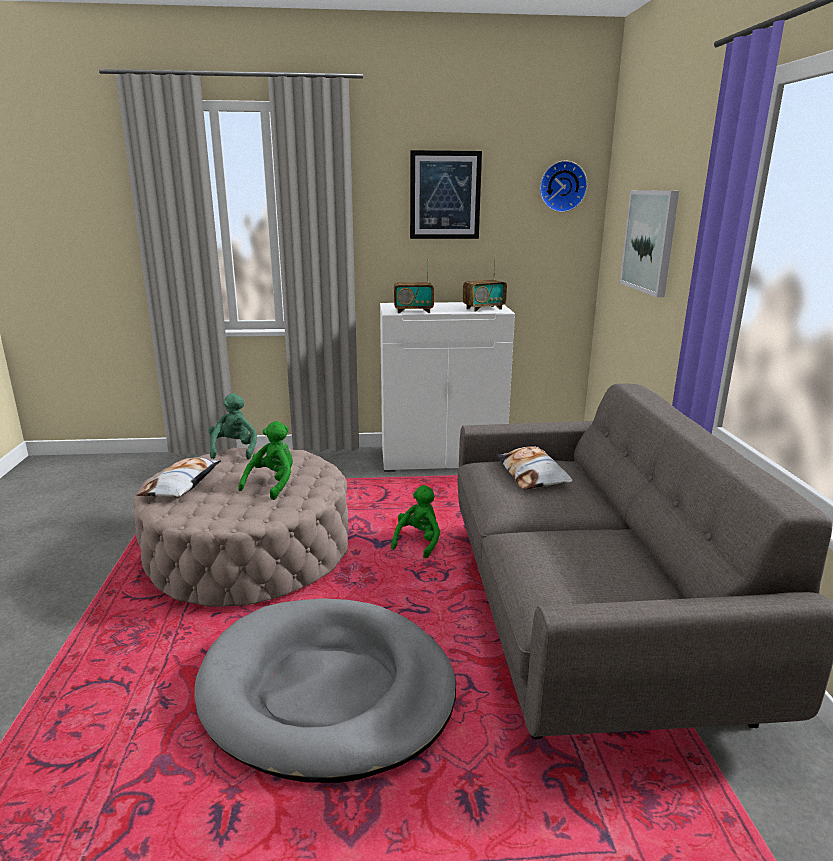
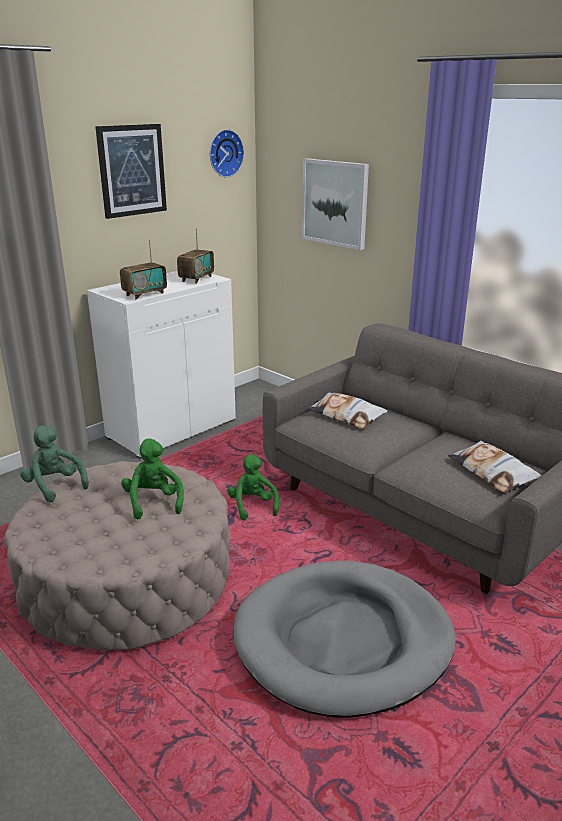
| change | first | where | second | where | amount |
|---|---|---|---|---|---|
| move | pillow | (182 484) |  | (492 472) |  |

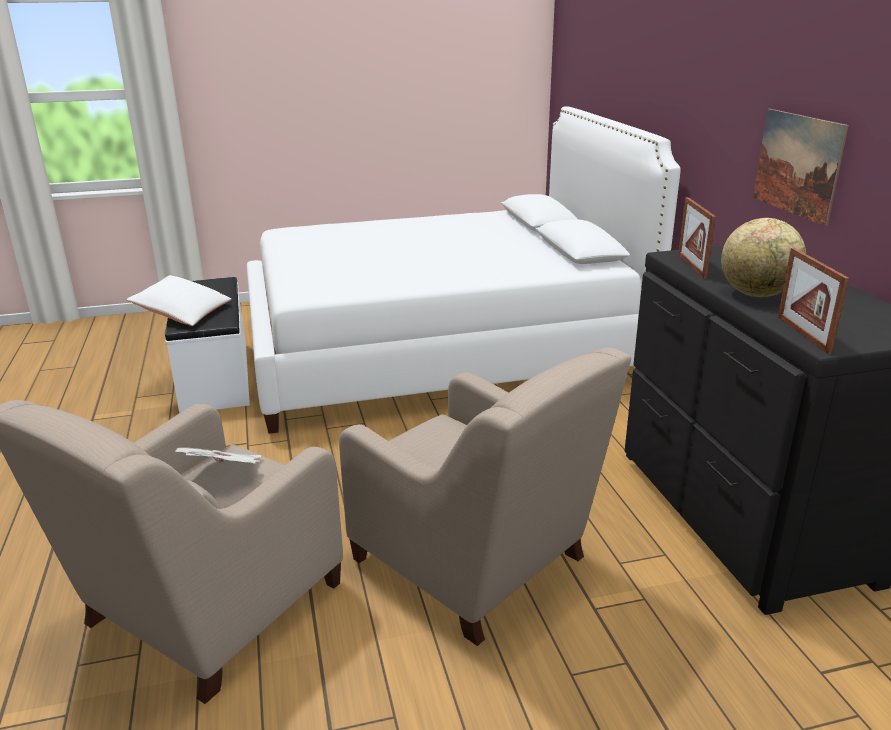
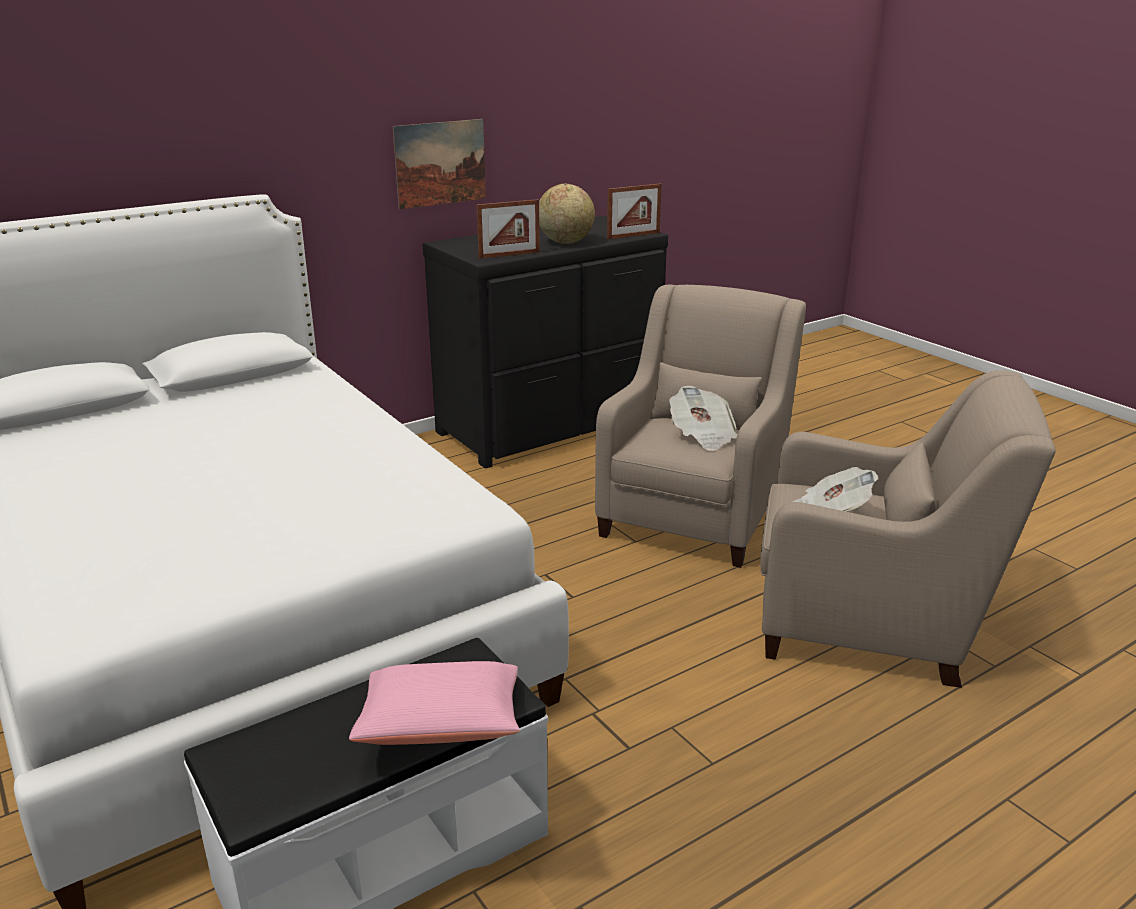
| change | first | where | second | where | amount |
|---|---|---|---|---|---|
| recolor | white pillow | (183 313) | pink pillow | (441 726) |  |
| insert |  |  | newspaper | (702 436) |  |

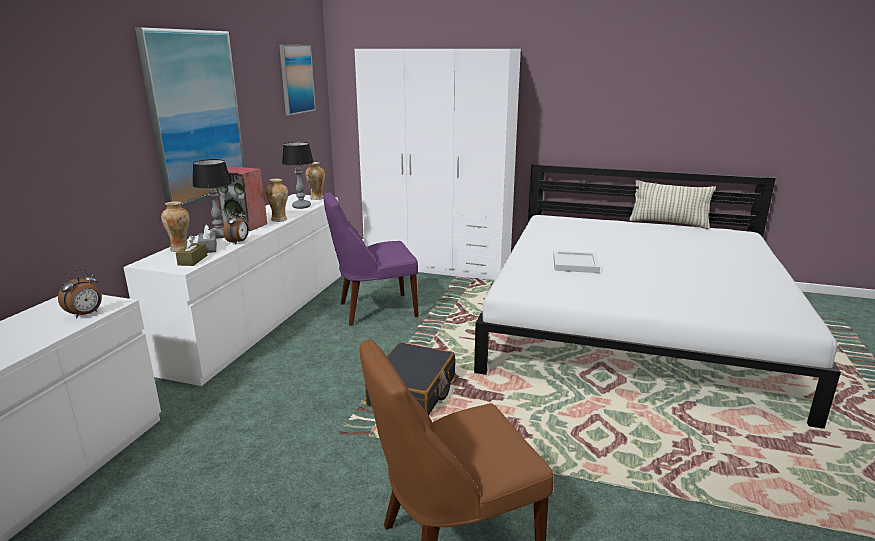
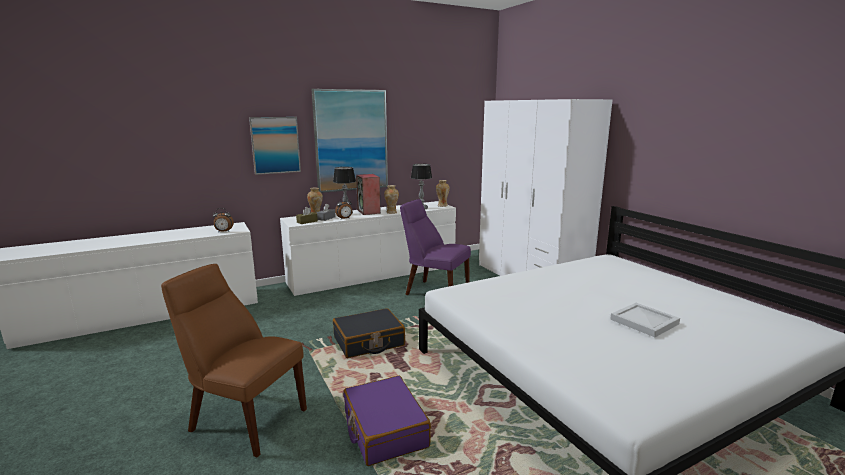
| change | first | where | second | where | amount |
|---|---|---|---|---|---|
| move | picture | (296 79) |  | (275 145) |  |
| insert |  |  | purple suitcase | (384 430) |  |
| move | white tray | (574 264) |  | (643 321) |  |
| delete | pillow | (668 223) |  |  |  |

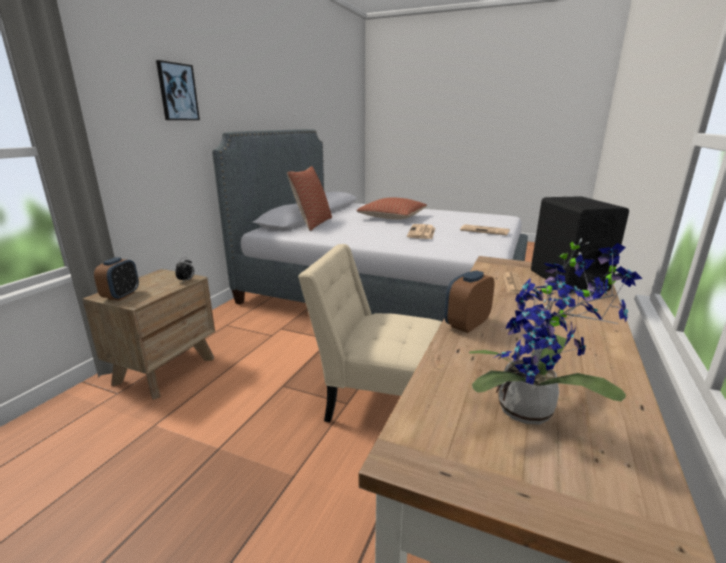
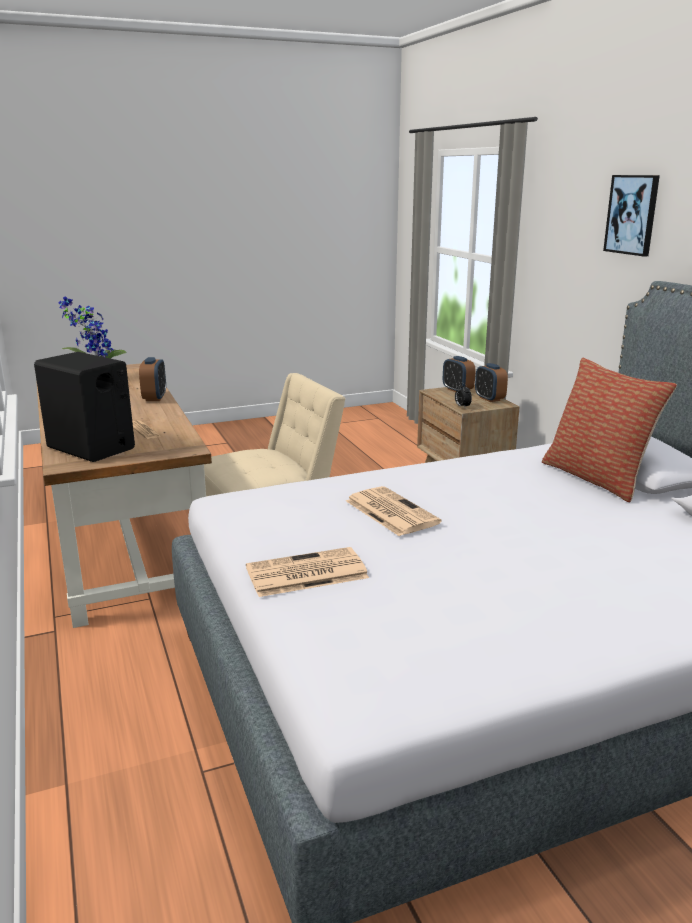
| change | first | where | second | where | amount |
|---|---|---|---|---|---|
| insert |  |  | alarm clock | (489 399) |  |
| delete | pillow | (392 217) |  |  |  |

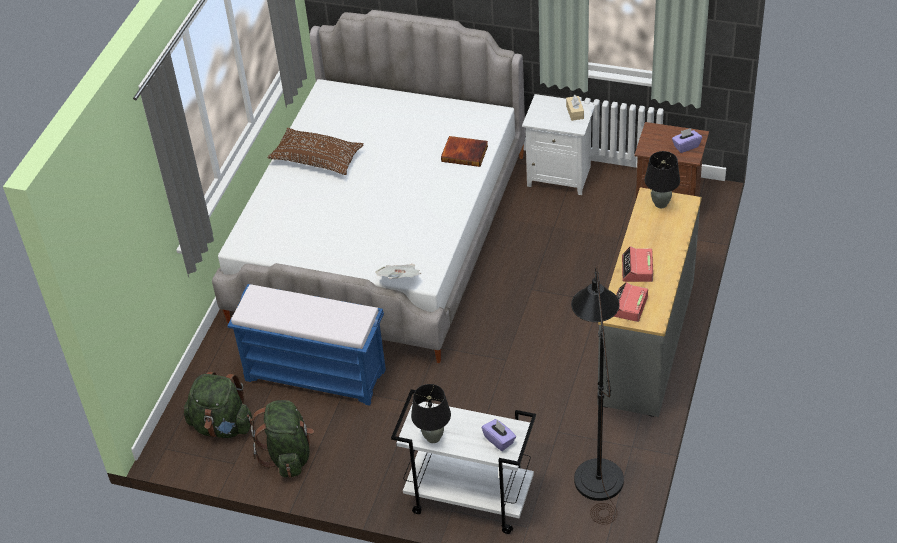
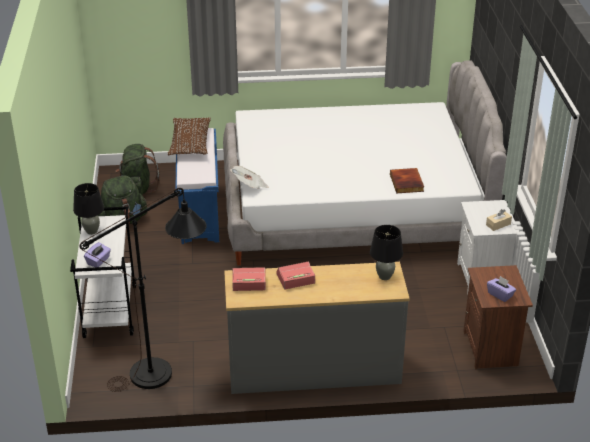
| change | first | where | second | where | amount |
|---|---|---|---|---|---|
| move | brown pillow | (317 159) |  | (190 143) |  |

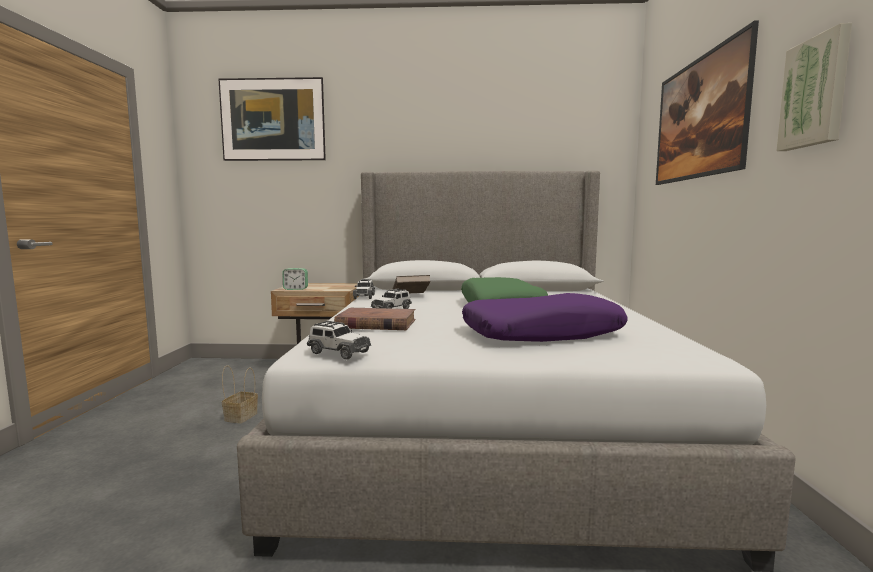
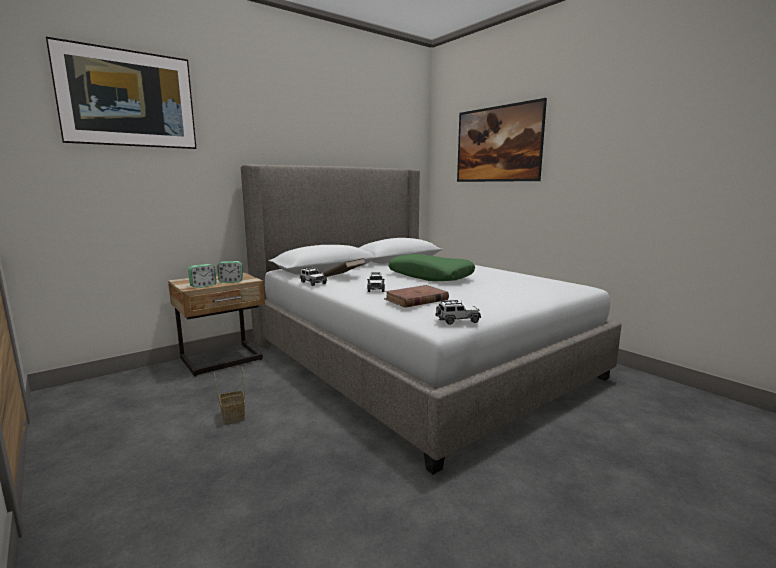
| change | first | where | second | where | amount |
|---|---|---|---|---|---|
| insert |  |  | alarm clock | (231 281) |  |
| delete | purple pillow | (542 333) |  |  |  |
| delete | picture | (816 92) |  |  |  |

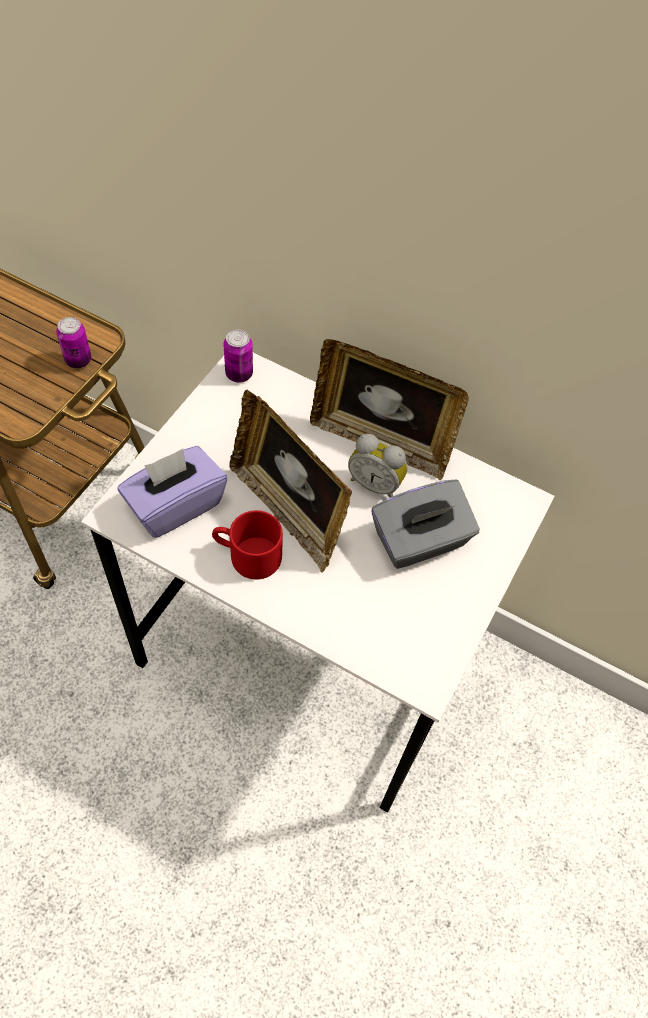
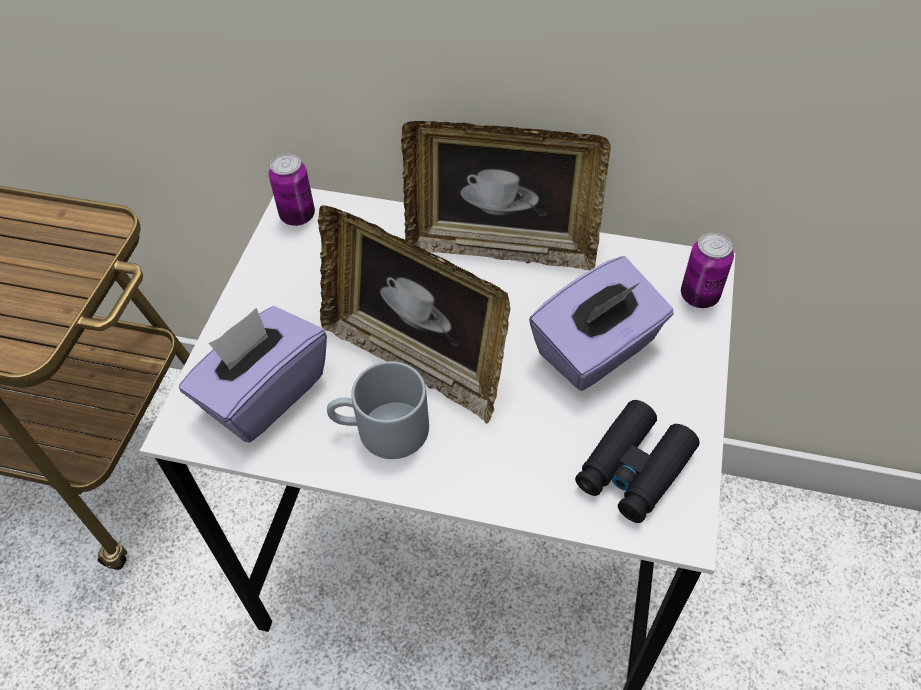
| change | first | where | second | where | amount |
|---|---|---|---|---|---|
| recolor | red mug | (247 556) | grey mug | (381 431) |  |
| recolor | grey tissue box | (420 541) | purple tissue box | (597 350) |  |
| insert |  |  | black binoculars | (633 469) |  |
| move | can | (78 360) |  | (699 296) |  |
| delete | alarm clock | (375 483) |  |  |  |

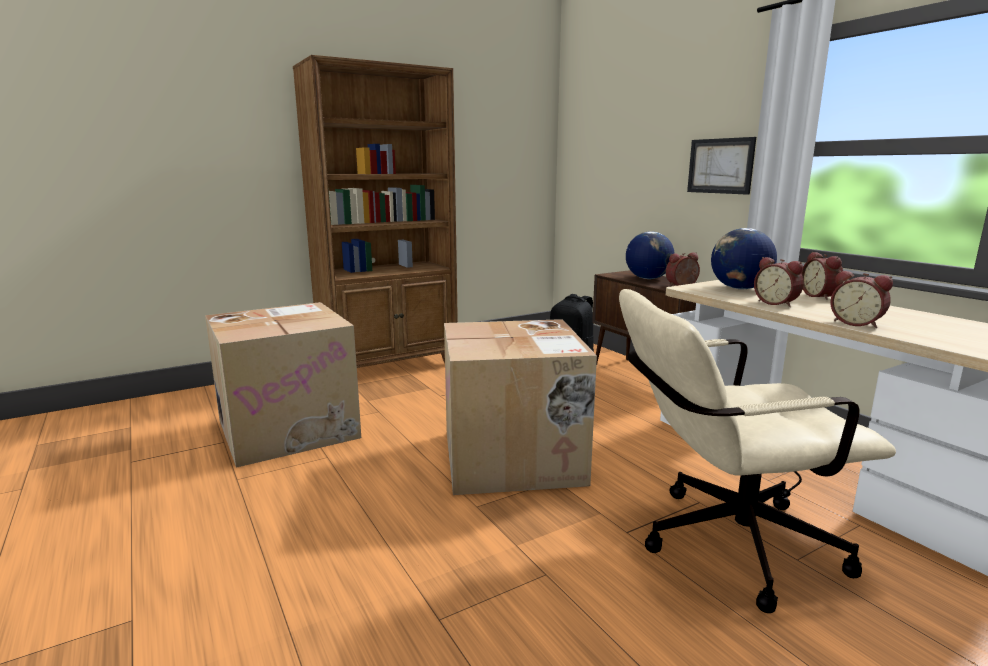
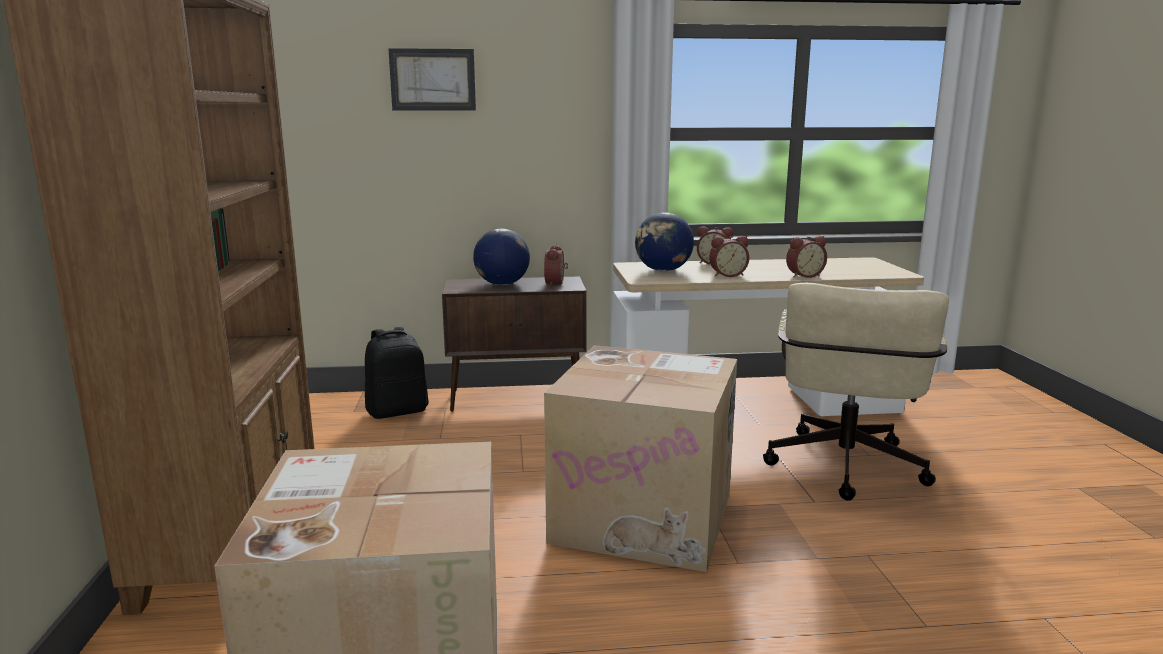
| change | first | where | second | where | amount |
|---|---|---|---|---|---|
| move | picture | (720 166) |  | (433 80) |  |

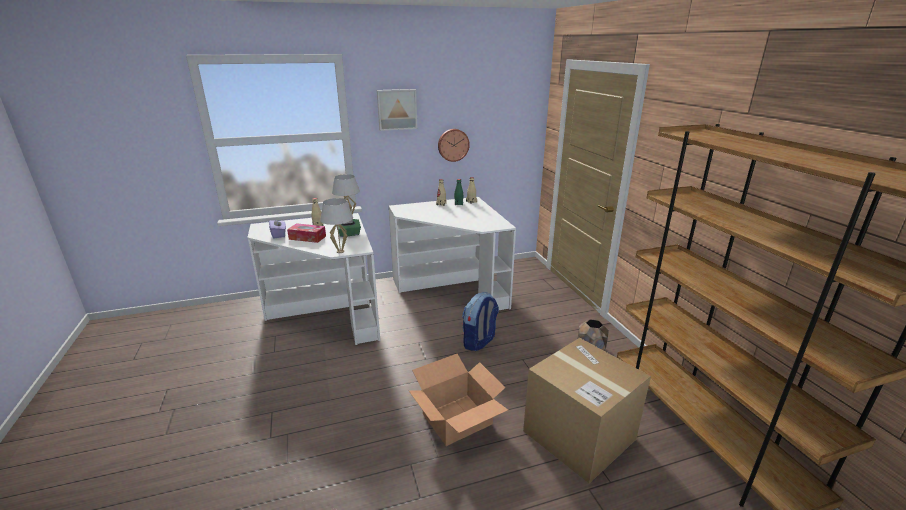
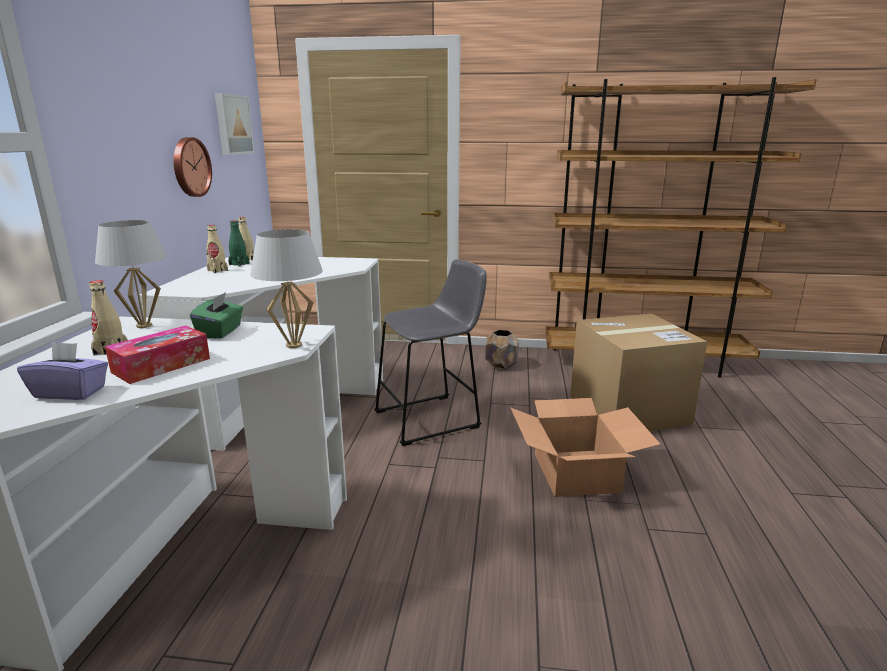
| change | first | where | second | where | amount |
|---|---|---|---|---|---|
| move | picture | (397 109) |  | (232 124) |  |
| replace | backpack | (479 342) | grey stool | (432 418) |  |

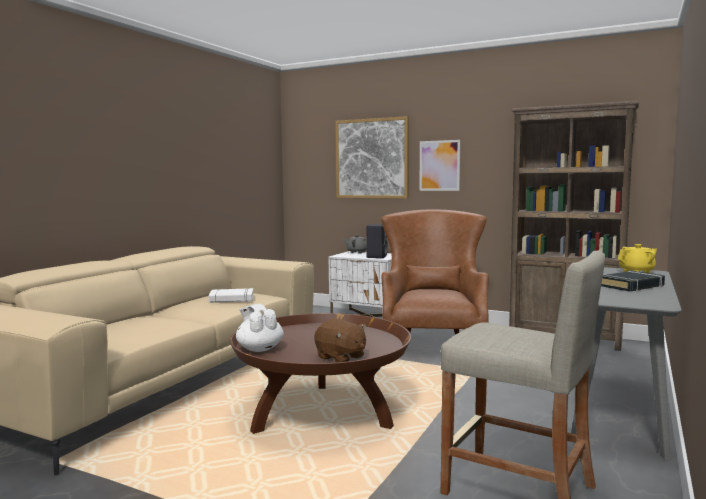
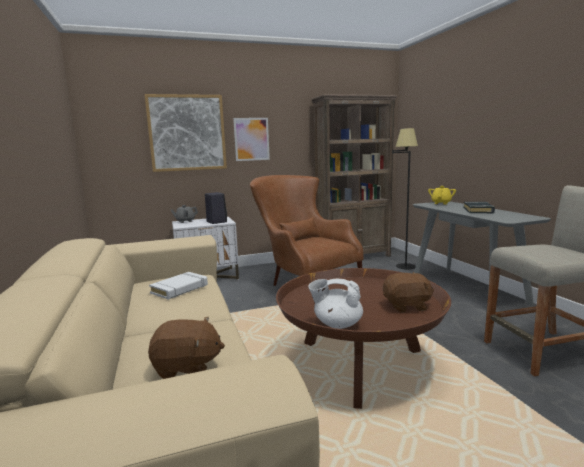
| change | first | where | second | where | amount |
|---|---|---|---|---|---|
| insert |  |  | brown plush toy | (187 367) |  |
| insert |  |  | black floor lamp | (403 263) |  |

